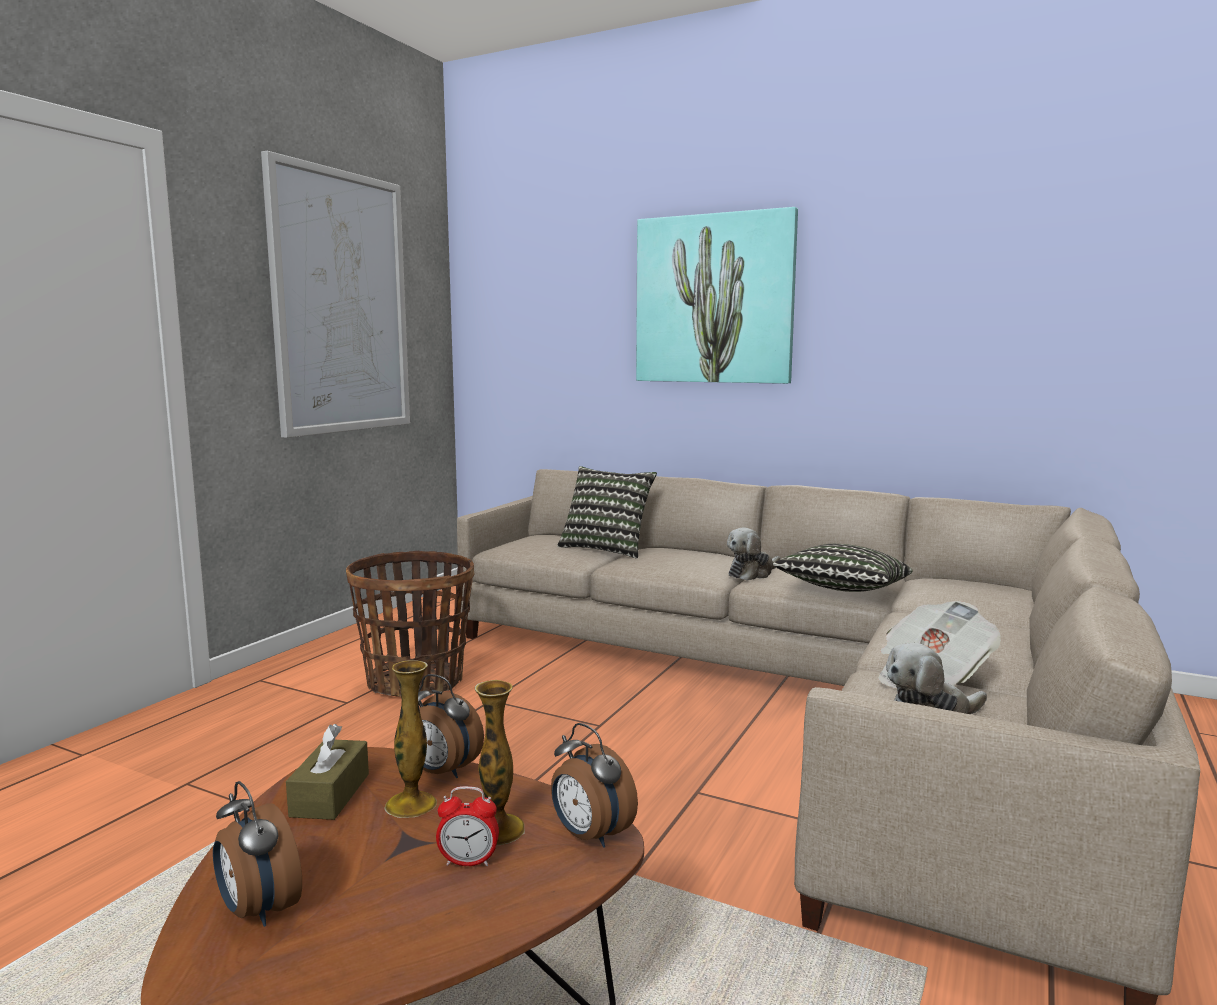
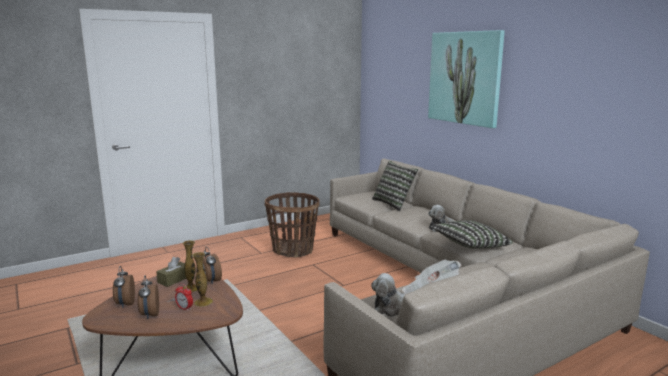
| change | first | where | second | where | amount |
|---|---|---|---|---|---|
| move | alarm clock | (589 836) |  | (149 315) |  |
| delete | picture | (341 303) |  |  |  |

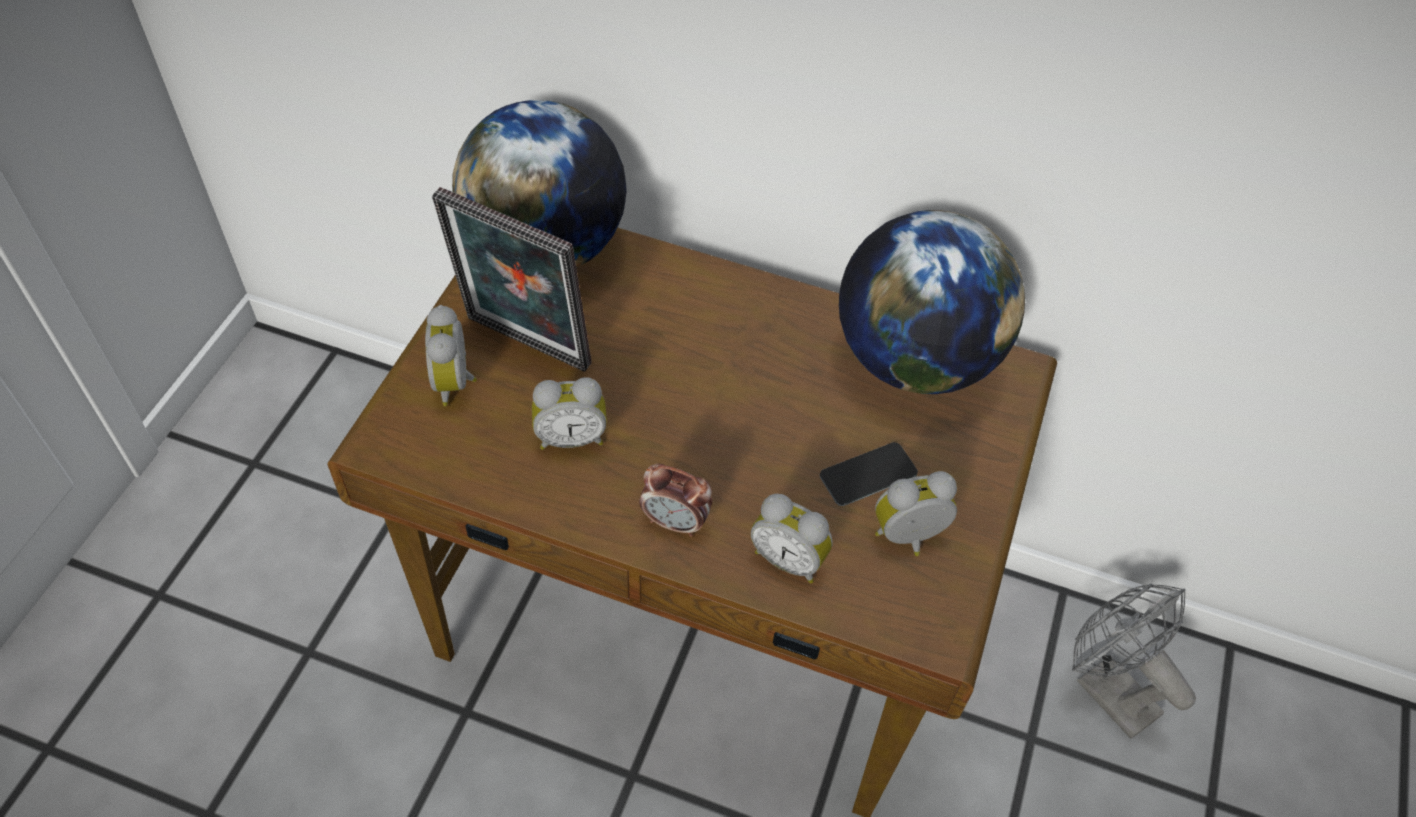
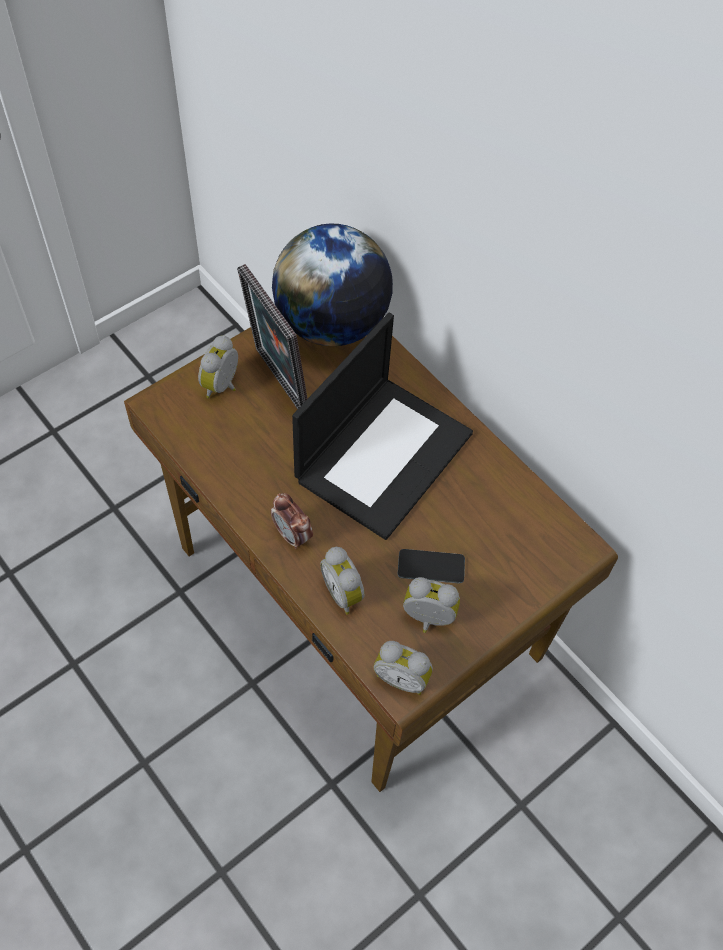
| change | first | where | second | where | amount |
|---|---|---|---|---|---|
| insert |  |  | laptop | (383 454) |  |
| move | alarm clock | (571 437) |  | (402 677) |  |
| delete | globe | (914 359) |  |  |  |
| delete | grey fan | (1107 689) |  |  |  |

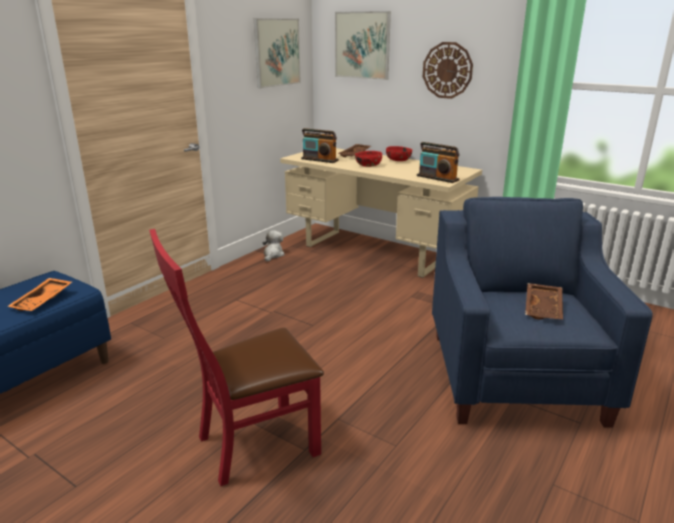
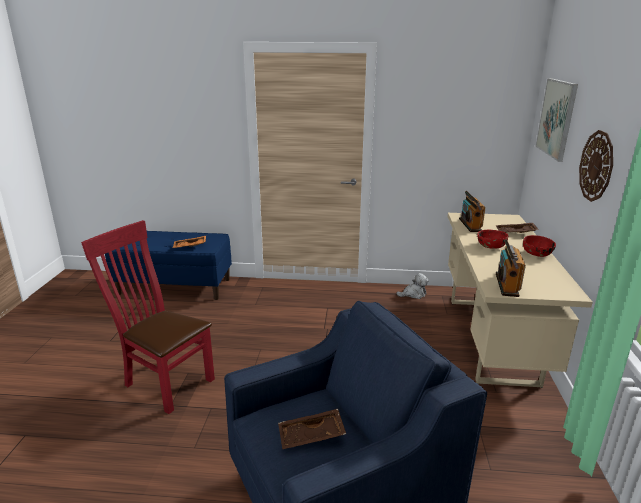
| change | first | where | second | where | amount |
|---|---|---|---|---|---|
| delete | picture | (277 52) |  |  |  |

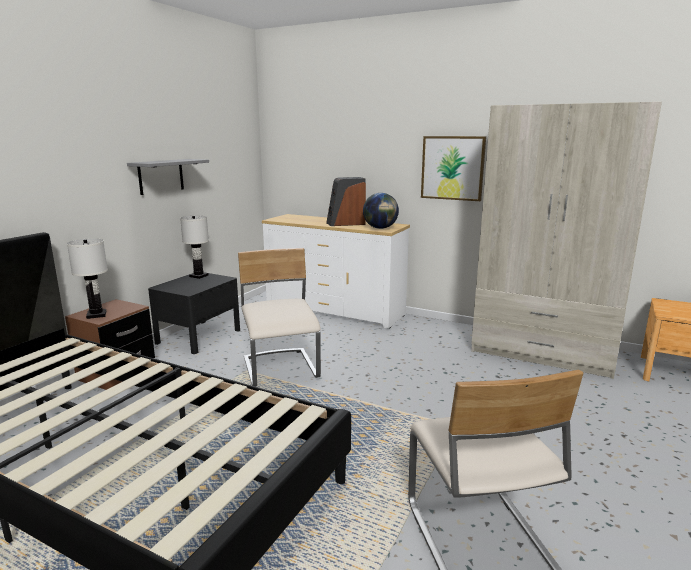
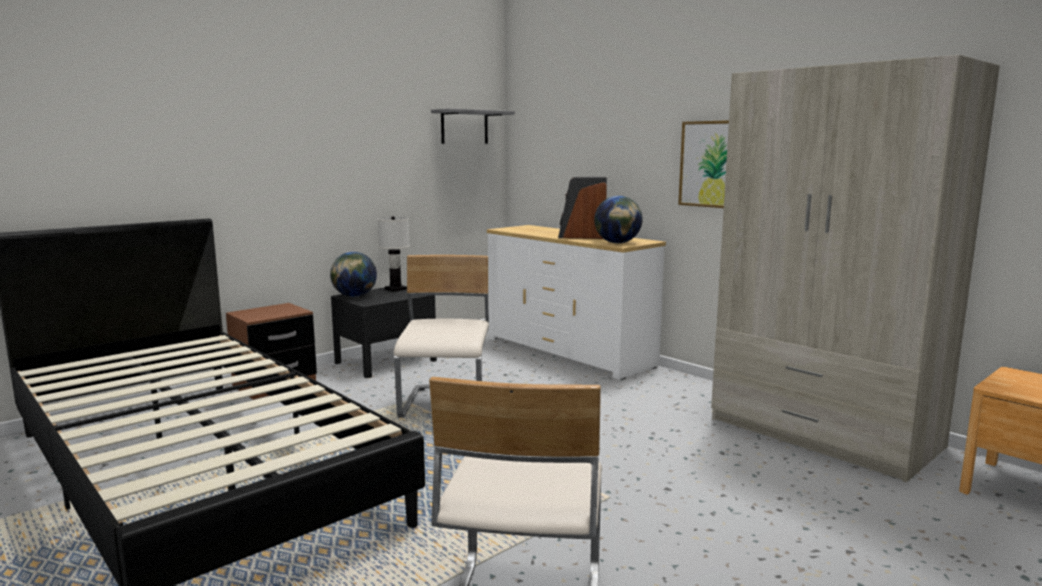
| change | first | where | second | where | amount |
|---|---|---|---|---|---|
| insert |  |  | globe | (354 296) |  |
| move | grey shelf | (161 176) |  | (464 127) |  |
| delete | white table lamp | (96 315) |  |  |  |

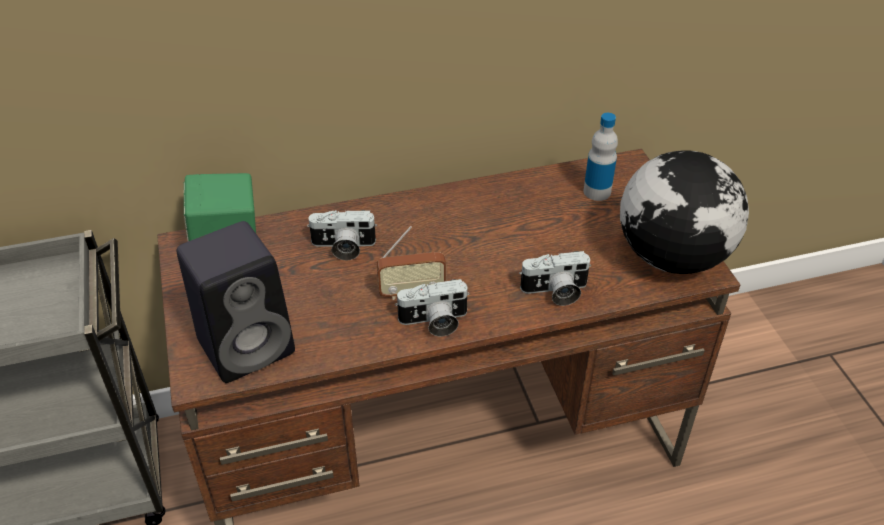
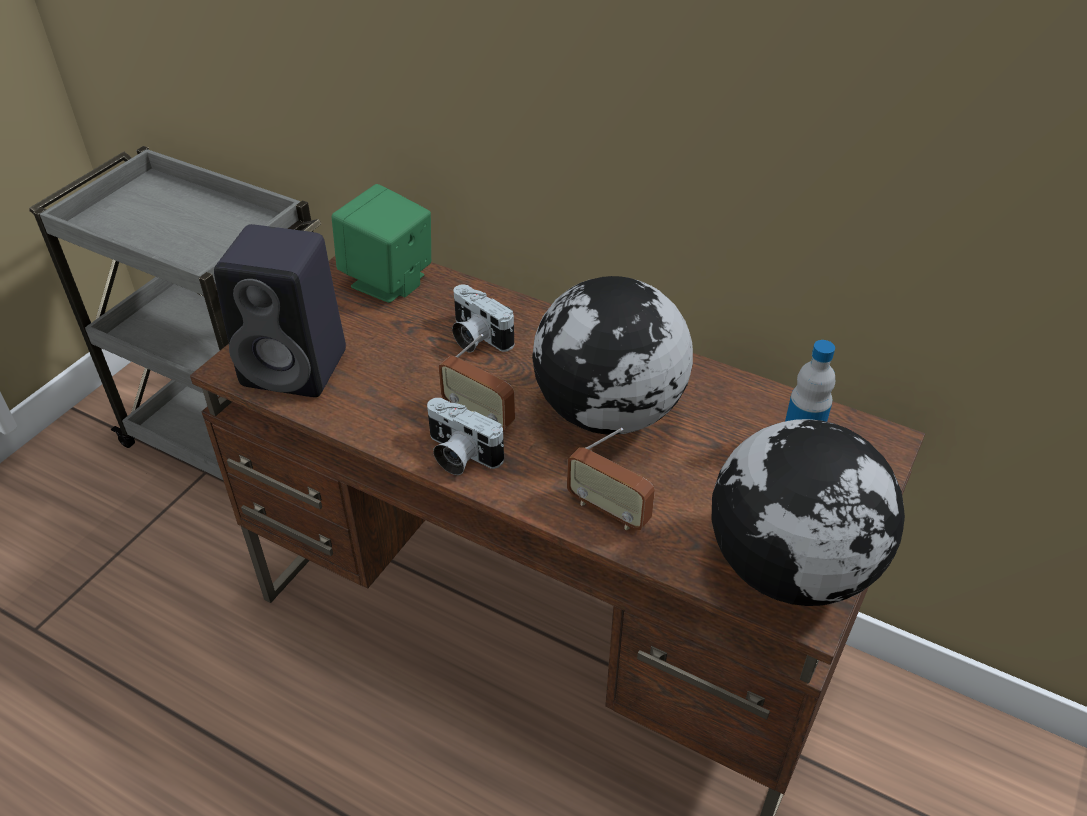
| change | first | where | second | where | amount |
|---|---|---|---|---|---|
| insert |  |  | globe | (608 413) |  |
| replace | photo camera | (555 292) | radio | (608 510) |  |

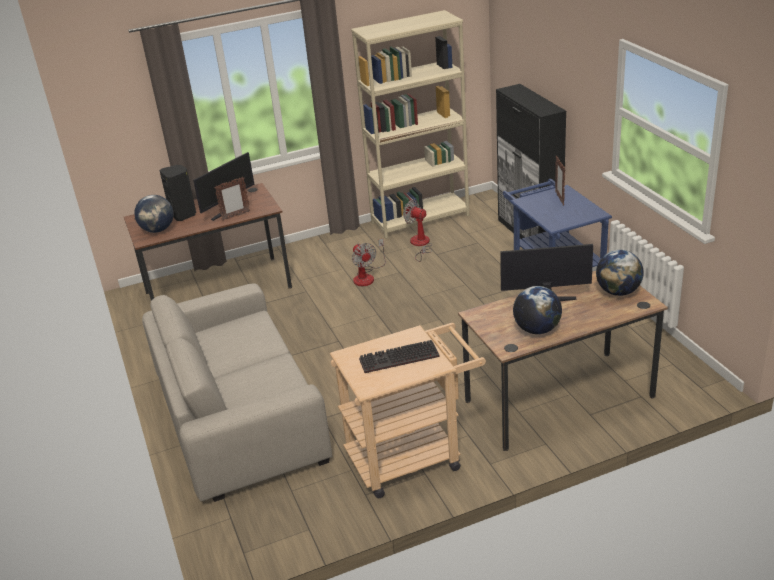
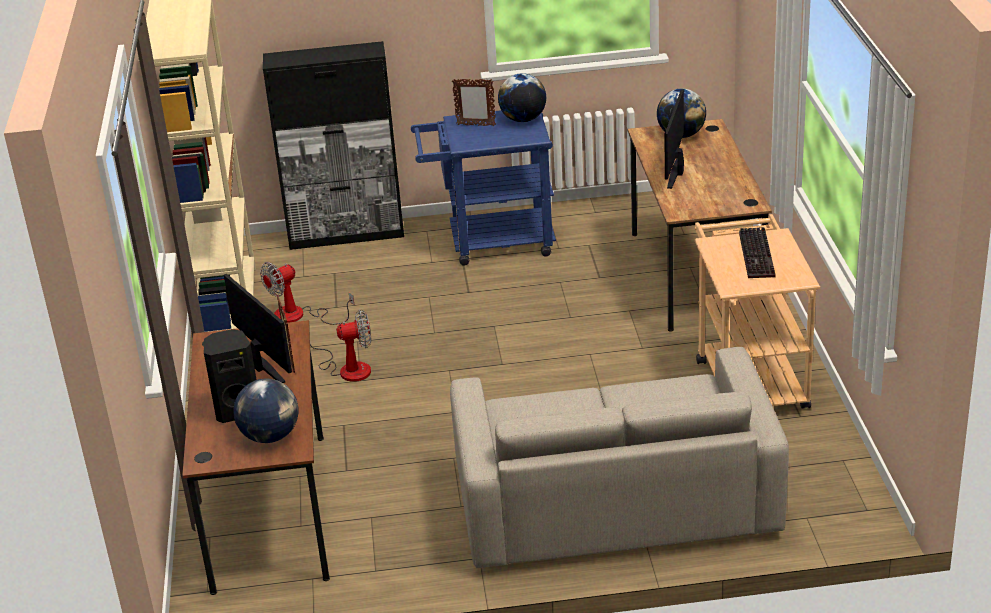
| change | first | where | second | where | amount |
|---|---|---|---|---|---|
| move | globe | (537 329) |  | (523 119) |  |

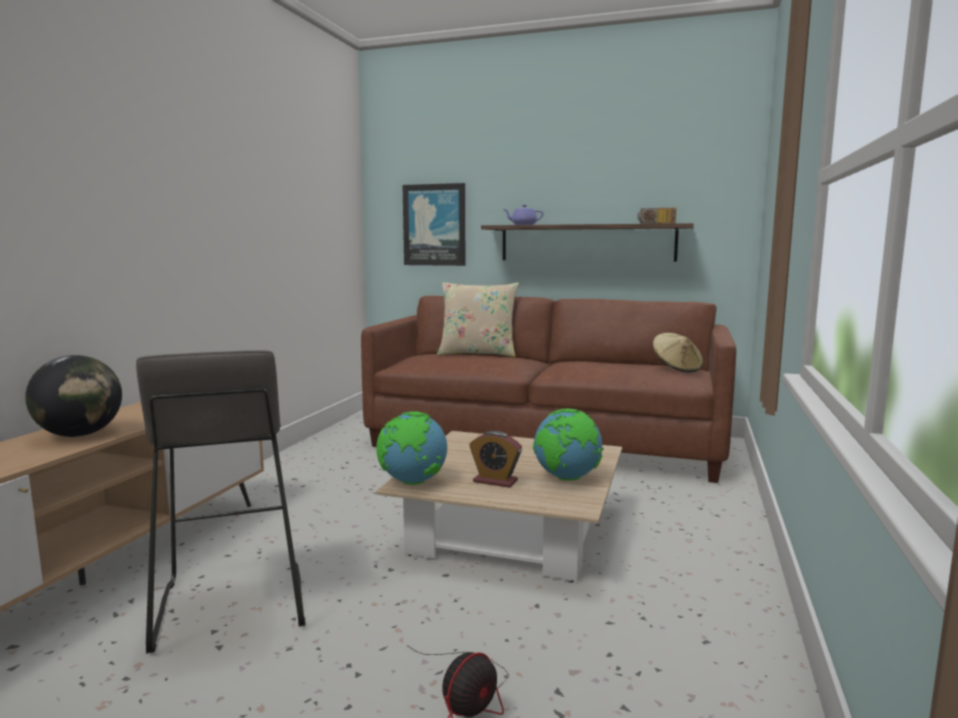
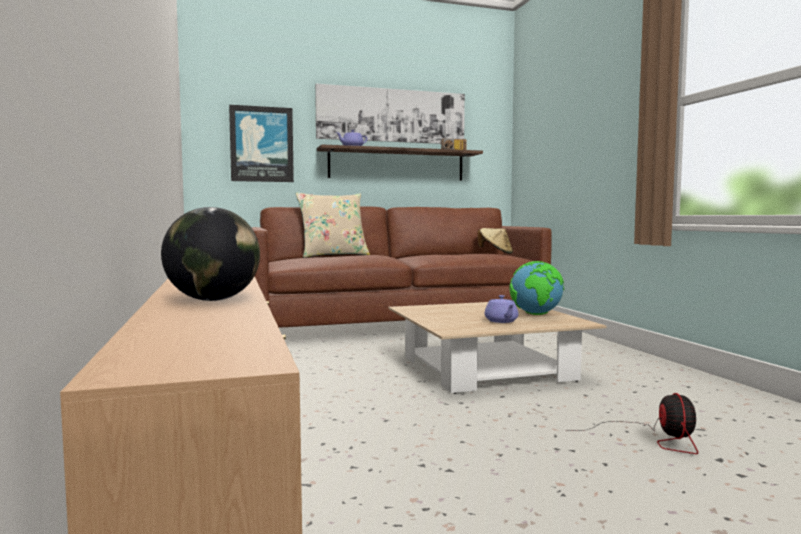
| change | first | where | second | where | amount |
|---|---|---|---|---|---|
| insert |  |  | picture | (392 115) |  |
| replace | alarm clock | (495 481) | purple teapot | (501 321) |  |
| delete | grey stool | (230 605) |  |  |  |
| delete | globe | (412 482) |  |  |  |

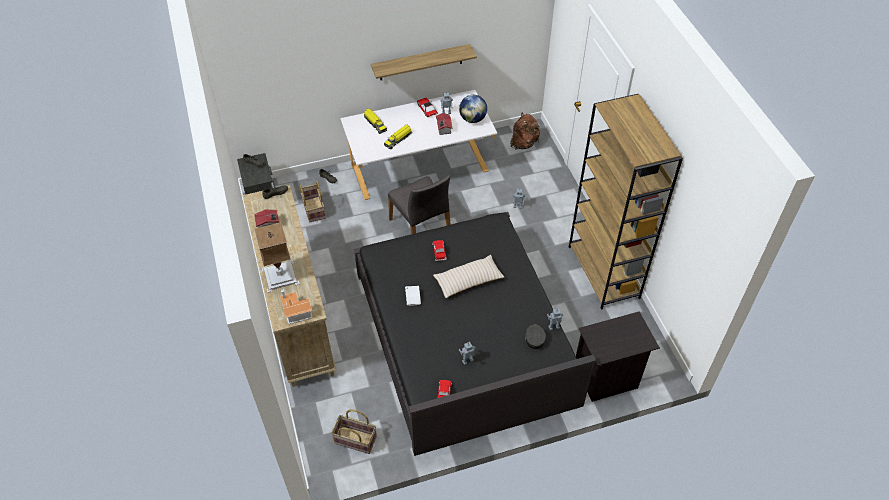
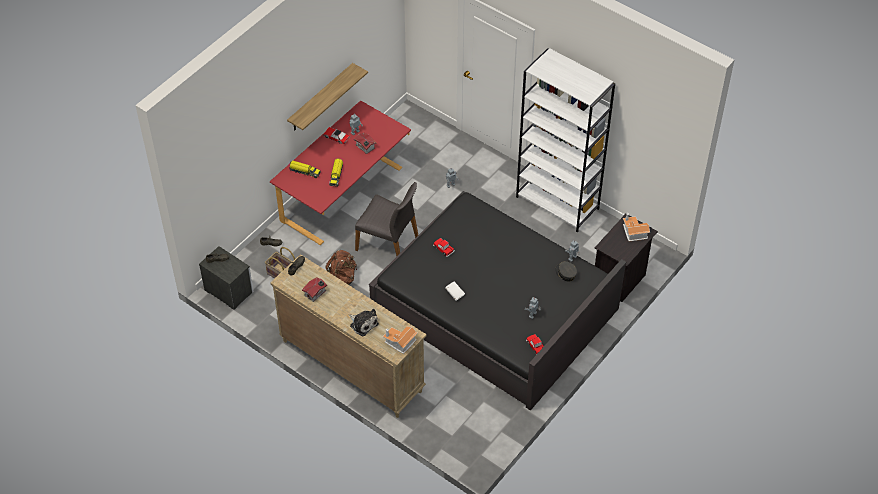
| change | first | where | second | where | amount |
|---|---|---|---|---|---|
| recolor | white desk | (420 170) | red desk | (344 196) |  |
| move | brown backpack | (523 143) |  | (342 278) |  |
| replace | table lamp | (281 275) | plush toy | (363 324) |  |
| recolor | brown bookcase | (604 272) | white bookcase | (558 203) |  |
| insert |  |  | toy house | (633 232) |  |
| delete | basket | (355 440) |  |  |  |
| delete | beige pillow | (468 280) |  |  |  |
| delete | globe | (472 119) |  |  |  |

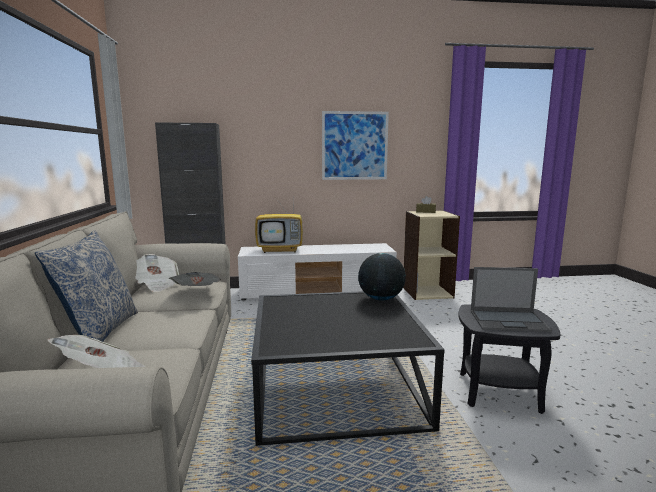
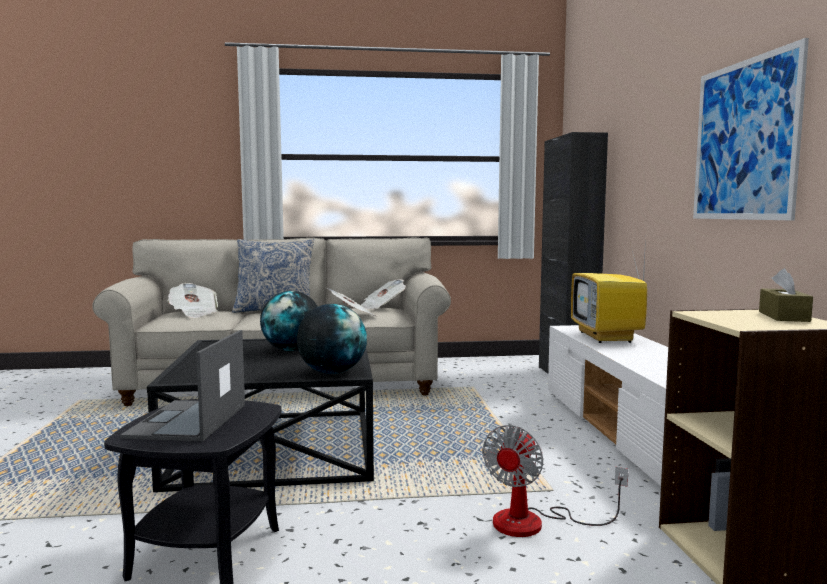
| change | first | where | second | where | amount |
|---|---|---|---|---|---|
| insert |  |  | globe | (292 350) |  |
| insert |  |  | fan | (535 523) |  |

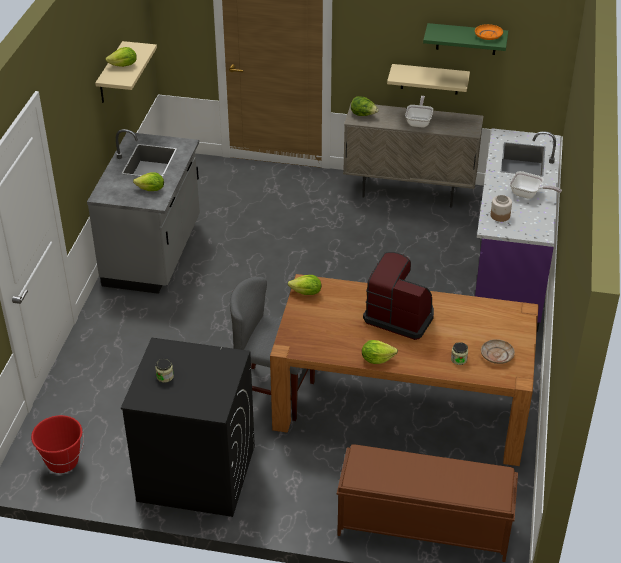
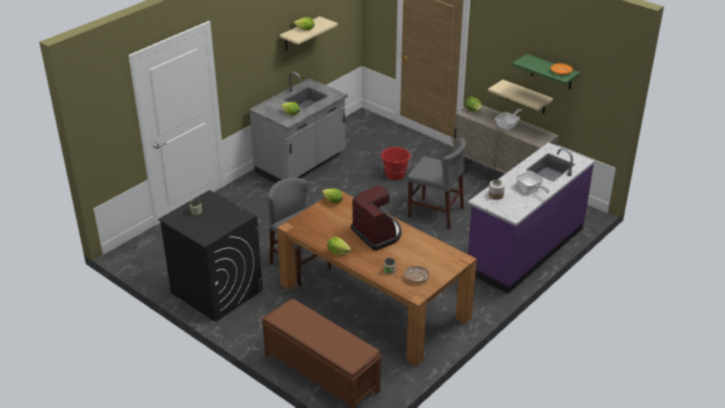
| change | first | where | second | where | amount |
|---|---|---|---|---|---|
| move | red bucket | (62 461) |  | (395 175) |  |
| insert |  |  | grey chair | (435 213) |  |

